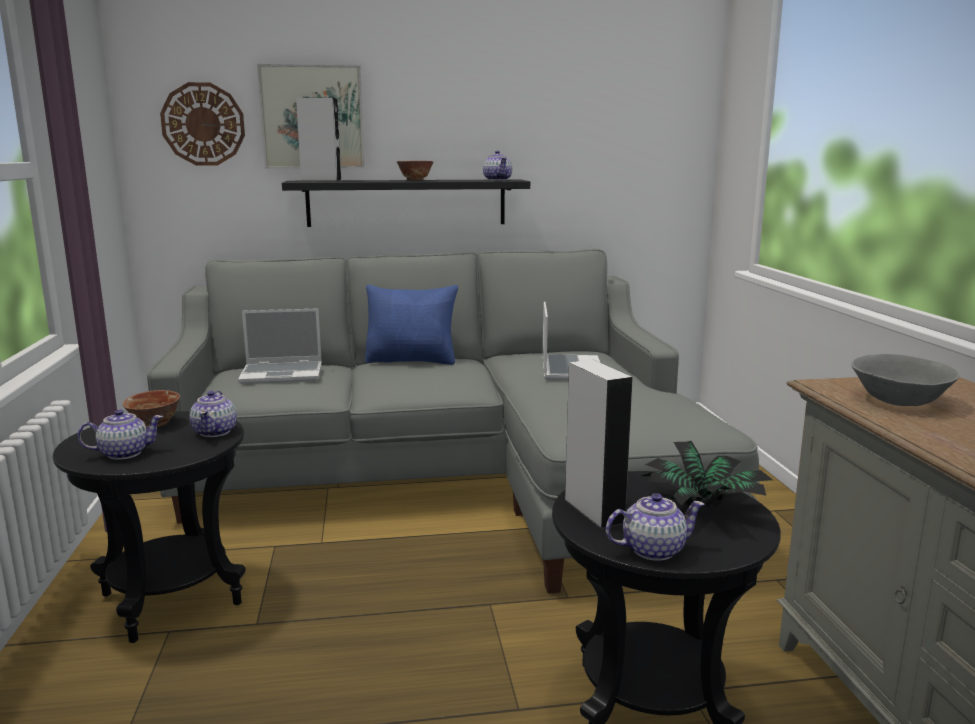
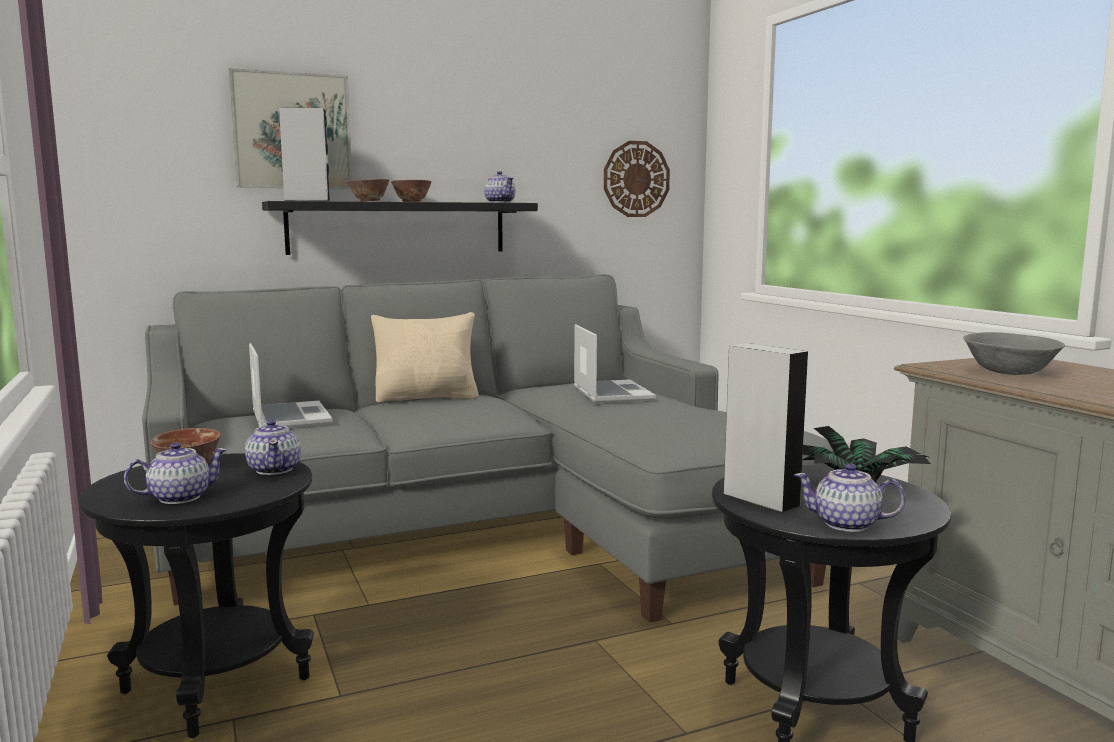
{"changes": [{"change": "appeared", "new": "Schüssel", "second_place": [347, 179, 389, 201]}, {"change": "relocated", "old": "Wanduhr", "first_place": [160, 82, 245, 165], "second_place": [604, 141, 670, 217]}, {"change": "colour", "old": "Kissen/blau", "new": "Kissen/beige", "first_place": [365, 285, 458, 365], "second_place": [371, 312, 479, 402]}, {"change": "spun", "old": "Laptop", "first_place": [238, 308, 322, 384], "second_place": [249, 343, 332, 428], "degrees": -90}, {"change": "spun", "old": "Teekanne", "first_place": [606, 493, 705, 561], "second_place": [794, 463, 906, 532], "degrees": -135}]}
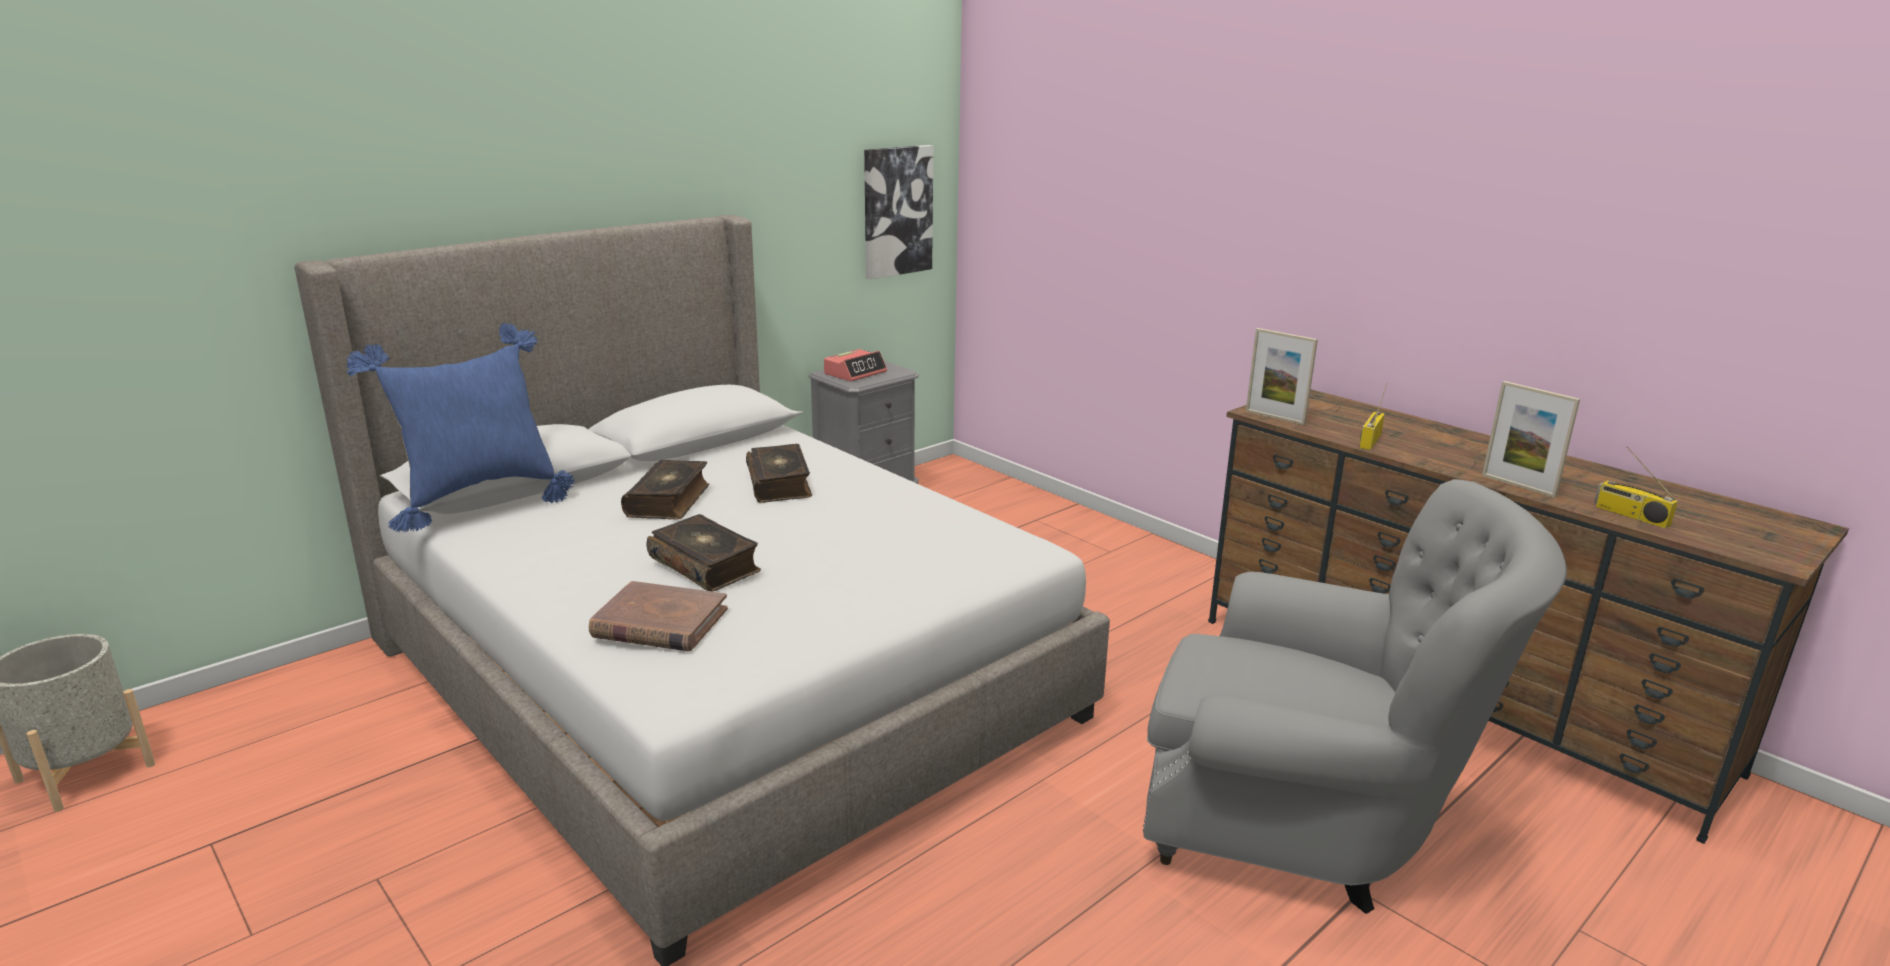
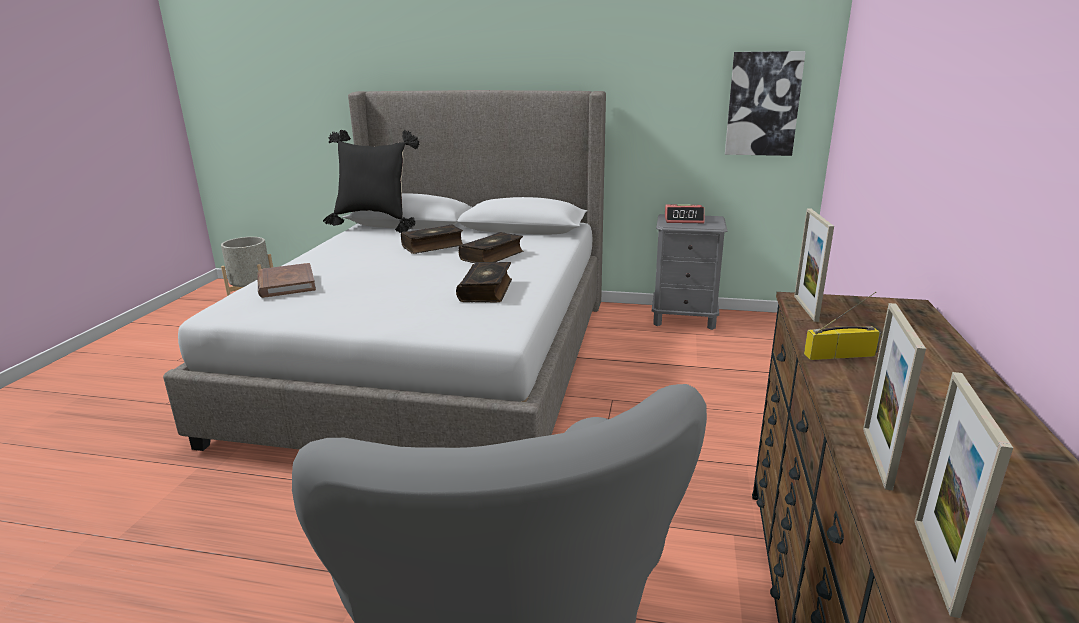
{"changes": [{"change": "relocated", "old": "Buch", "first_place": [646, 514, 761, 592], "second_place": [456, 262, 512, 302]}, {"change": "exchanged", "old": "Radio", "new": "Bilderrahmen", "first_place": [1594, 447, 1678, 528], "second_place": [914, 372, 1013, 618]}, {"change": "colour", "old": "Kissen/blau", "new": "Kissen/schwarz", "first_place": [346, 322, 575, 532], "second_place": [323, 130, 420, 233]}]}
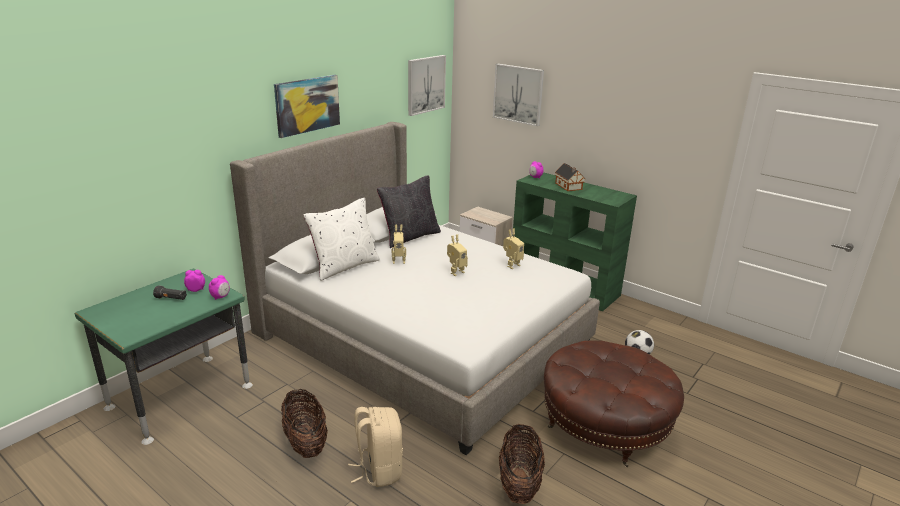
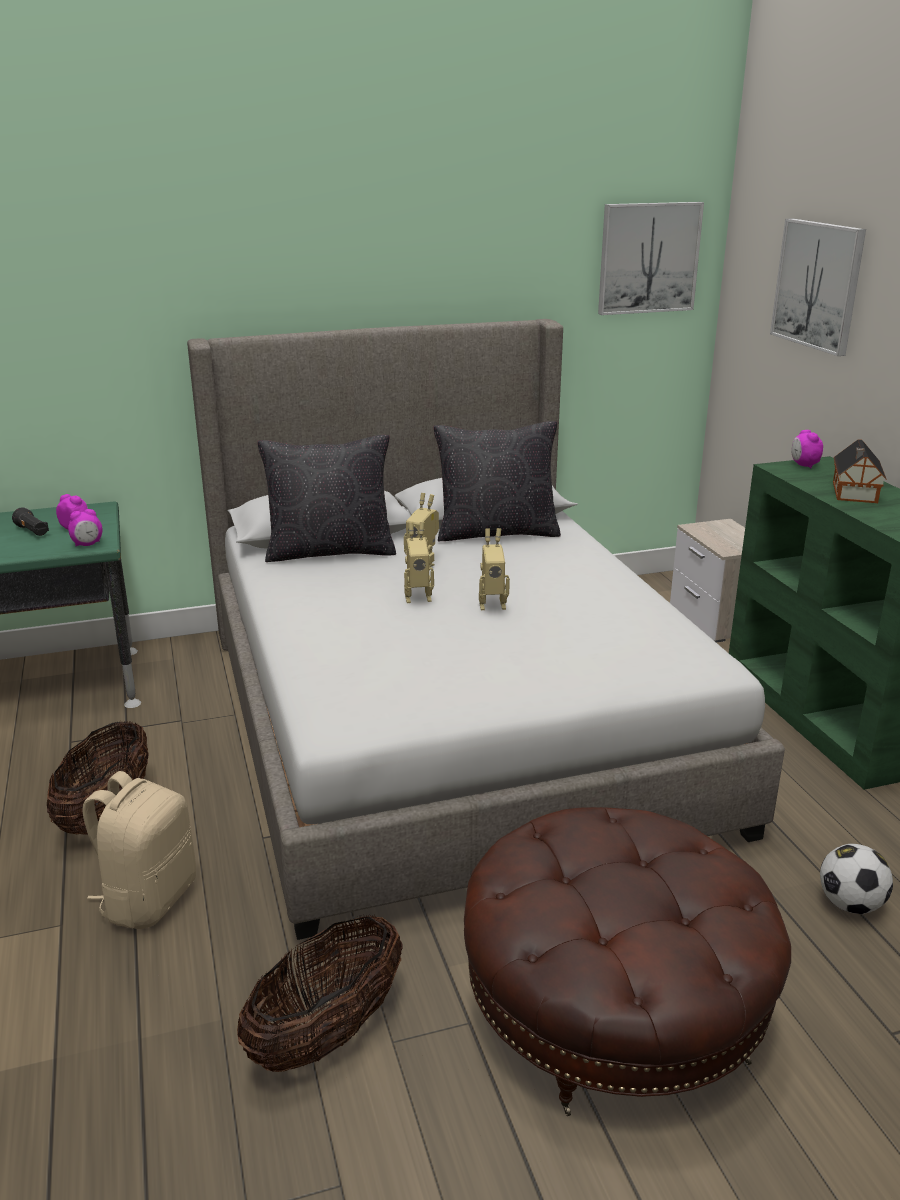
{"changes": [{"change": "missing", "old": "Bild", "first_place": [274, 75, 340, 138]}, {"change": "relocated", "old": "Spielzeugroboter", "first_place": [503, 229, 524, 269], "second_place": [404, 522, 434, 603]}, {"change": "colour", "old": "Kissen/weiß", "new": "Kissen/schwarz", "first_place": [304, 198, 380, 281], "second_place": [258, 435, 396, 562]}]}
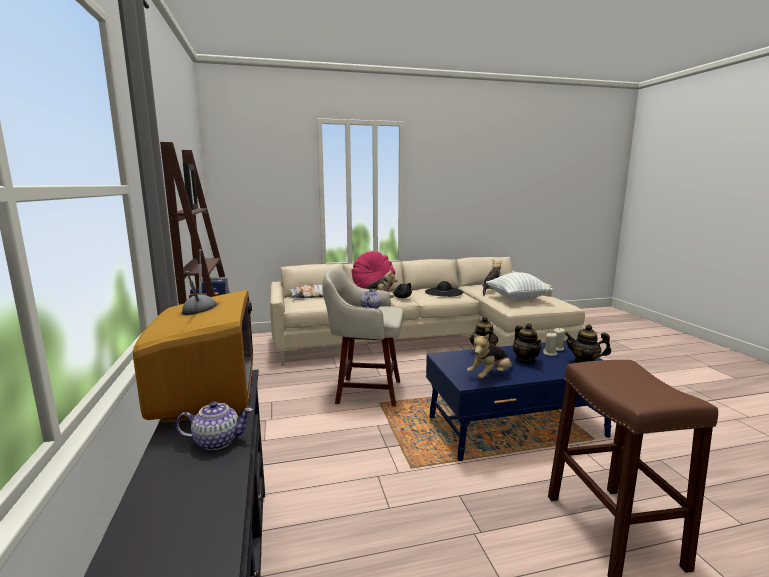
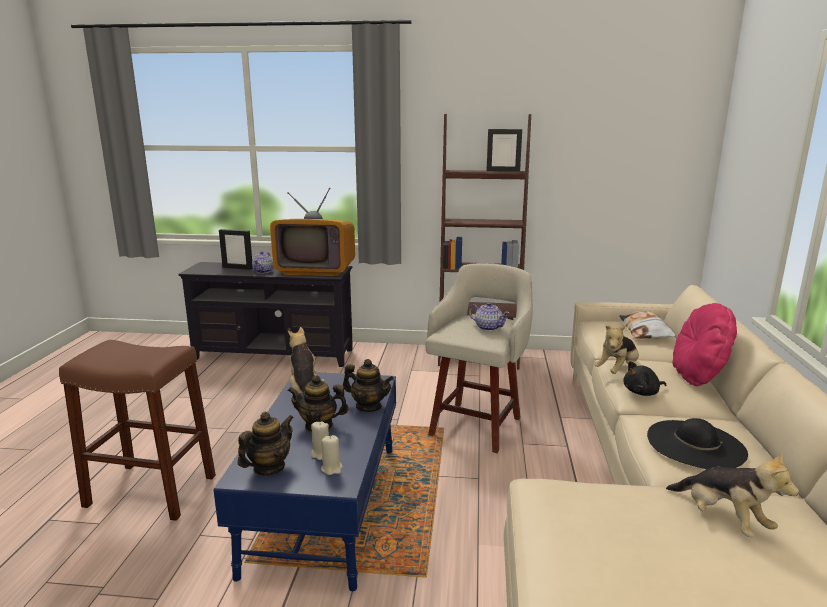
{"changes": [{"change": "missing", "old": "Kissen", "first_place": [486, 272, 553, 301]}, {"change": "appeared", "new": "Bilderrahmen", "second_place": [219, 229, 253, 270]}]}
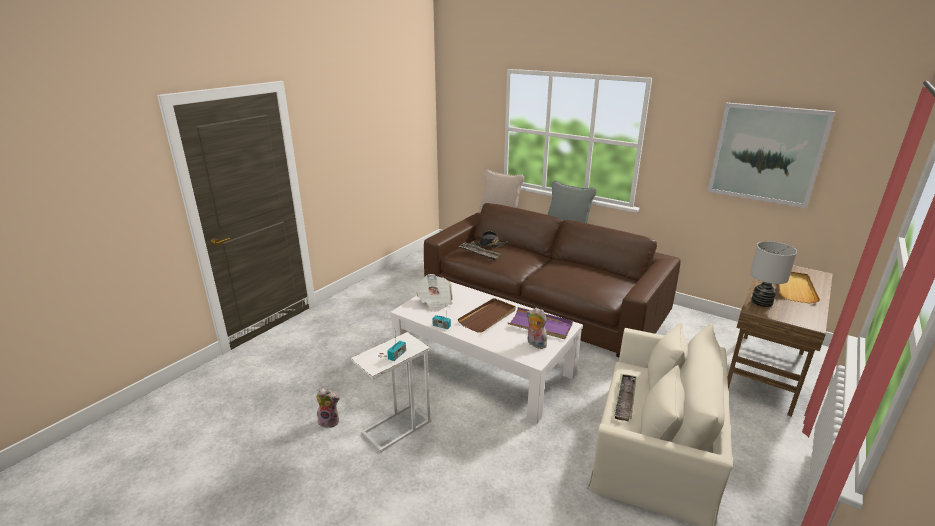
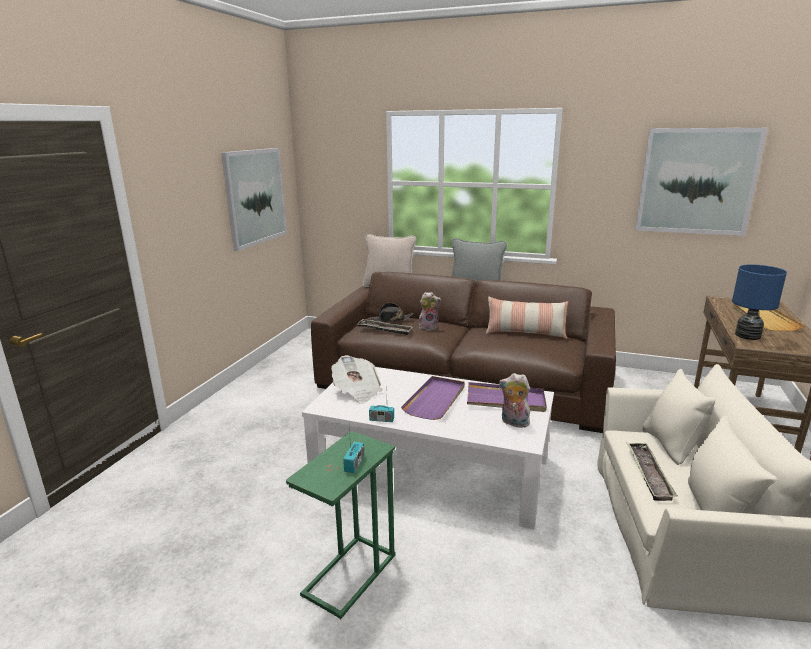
{"changes": [{"change": "appeared", "new": "Bild", "second_place": [221, 148, 287, 251]}, {"change": "appeared", "new": "Kissen", "second_place": [486, 297, 568, 339]}, {"change": "relocated", "old": "Plüschtier", "first_place": [316, 388, 339, 428], "second_place": [419, 292, 442, 331]}, {"change": "colour", "old": "Beistelltisch/weiß", "new": "Beistelltisch/grün", "first_place": [351, 332, 431, 453], "second_place": [286, 431, 395, 619]}, {"change": "colour", "old": "Tablett/braun", "new": "Tablett/lila", "first_place": [458, 298, 516, 332], "second_place": [401, 376, 465, 420]}, {"change": "colour", "old": "Tischlampe/grau", "new": "Tischlampe/blau", "first_place": [750, 241, 797, 307], "second_place": [732, 265, 787, 340]}]}
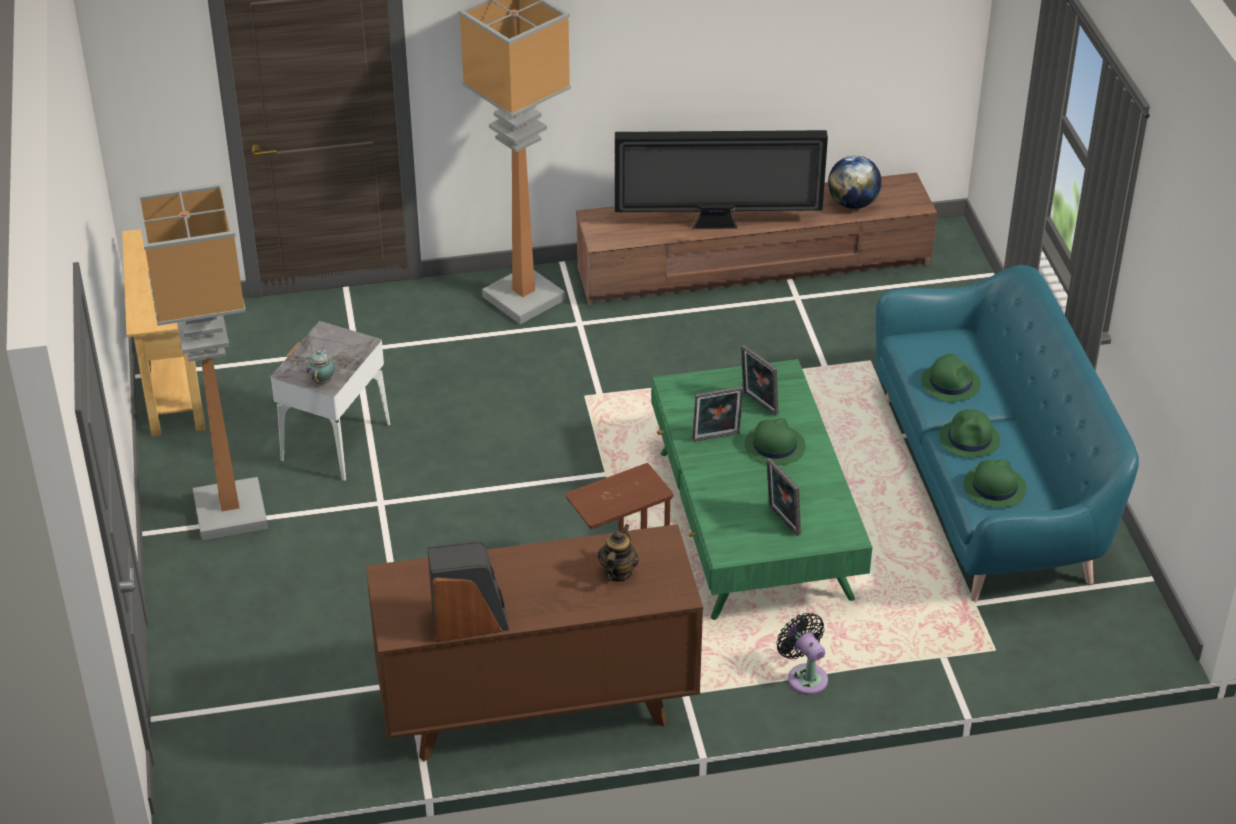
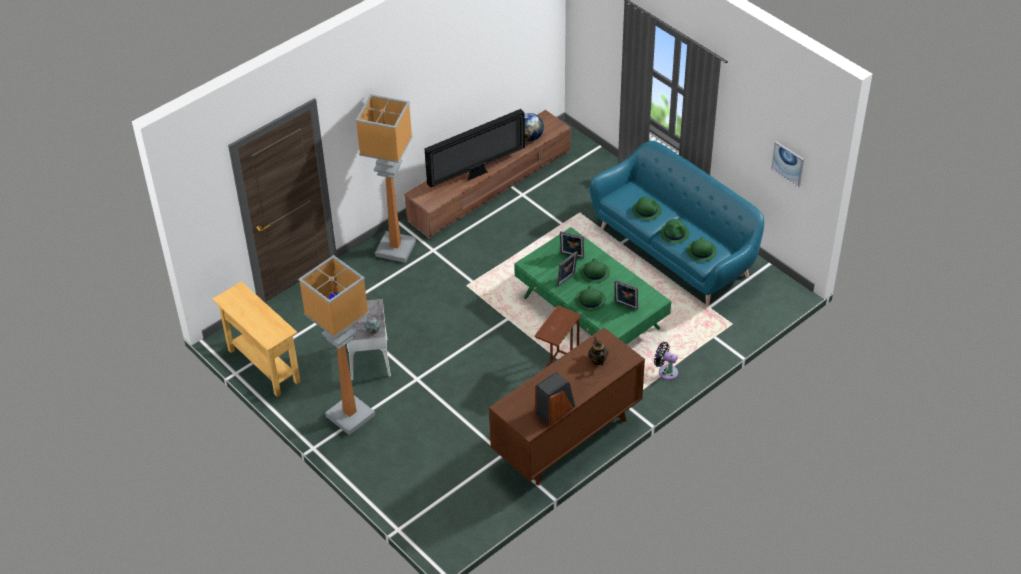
{"changes": [{"change": "appeared", "new": "Hut/grün", "second_place": [575, 286, 606, 311]}, {"change": "appeared", "new": "Bild", "second_place": [771, 141, 804, 187]}]}
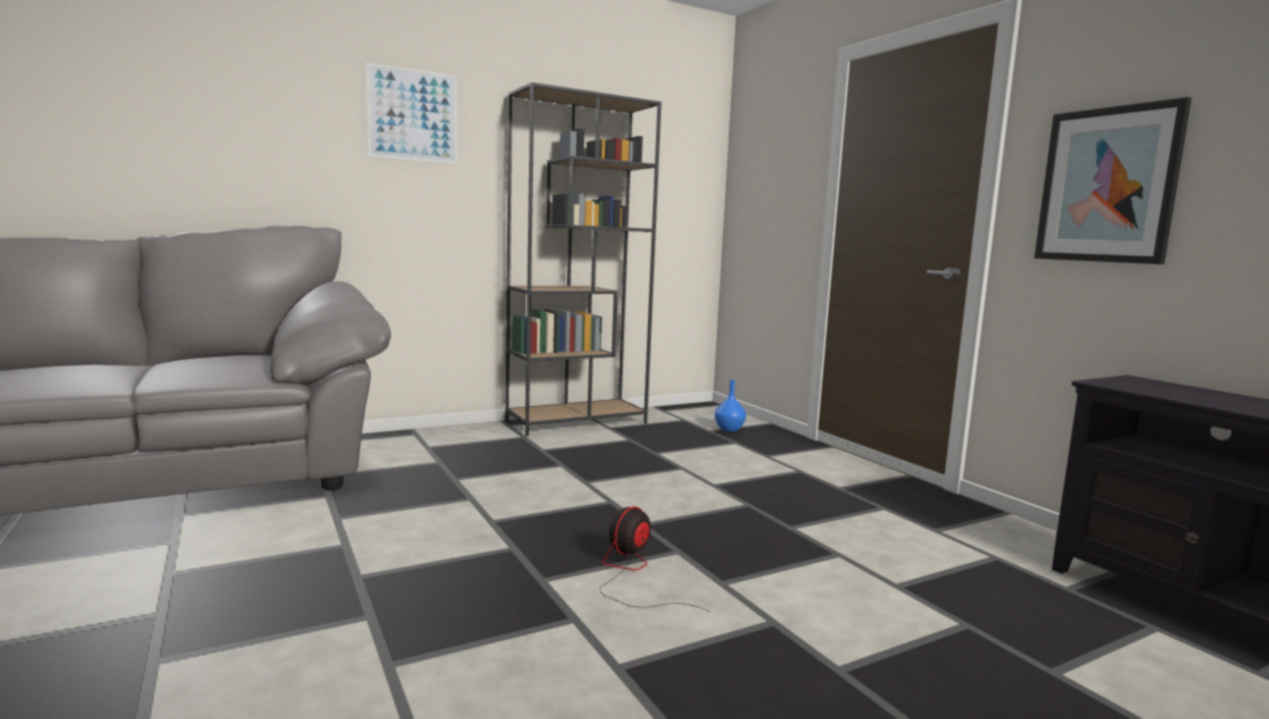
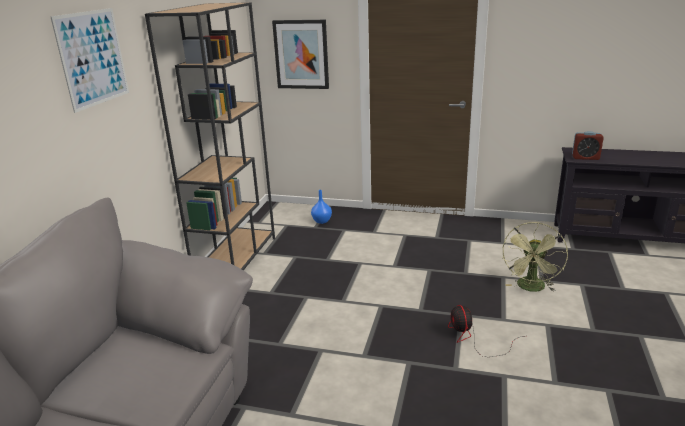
{"changes": [{"change": "appeared", "new": "Ventilator/grün", "second_place": [502, 222, 568, 292]}, {"change": "appeared", "new": "Wecker", "second_place": [572, 131, 604, 160]}, {"change": "relocated", "old": "Bild", "first_place": [1034, 97, 1192, 264], "second_place": [272, 20, 329, 89]}]}
